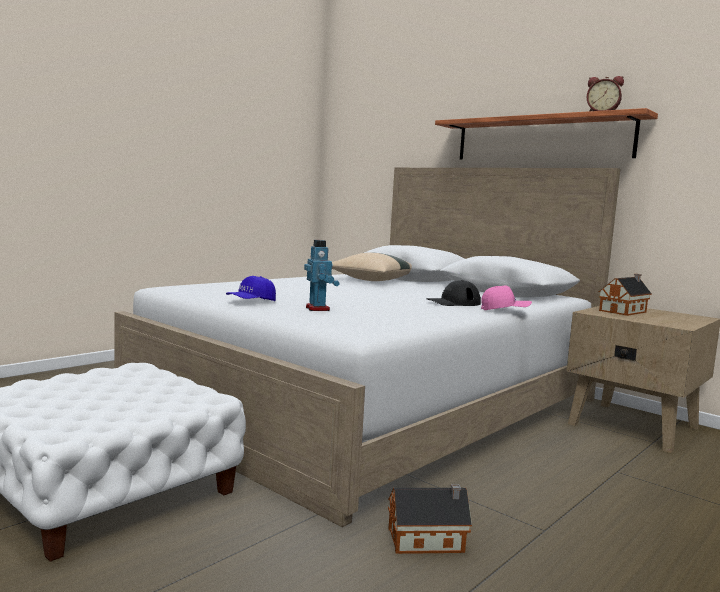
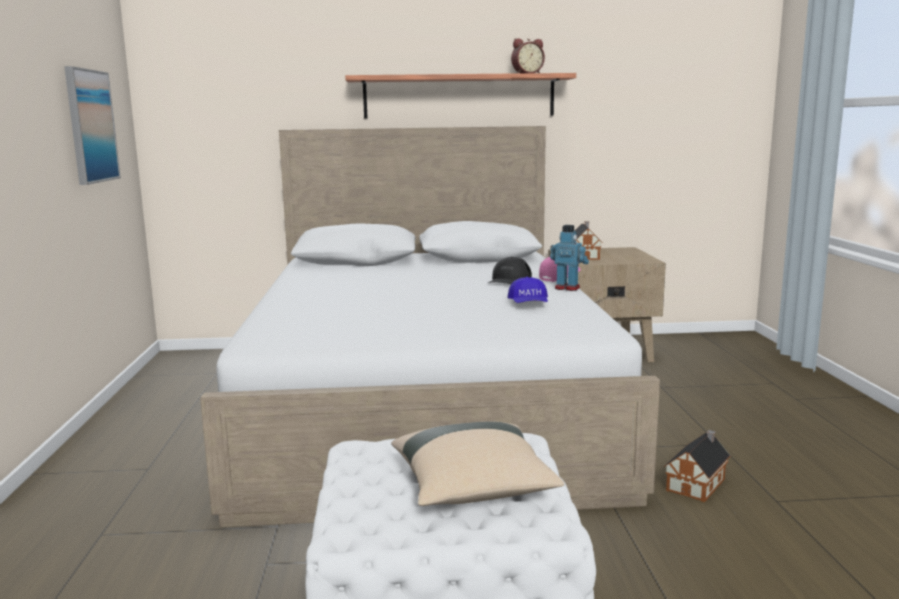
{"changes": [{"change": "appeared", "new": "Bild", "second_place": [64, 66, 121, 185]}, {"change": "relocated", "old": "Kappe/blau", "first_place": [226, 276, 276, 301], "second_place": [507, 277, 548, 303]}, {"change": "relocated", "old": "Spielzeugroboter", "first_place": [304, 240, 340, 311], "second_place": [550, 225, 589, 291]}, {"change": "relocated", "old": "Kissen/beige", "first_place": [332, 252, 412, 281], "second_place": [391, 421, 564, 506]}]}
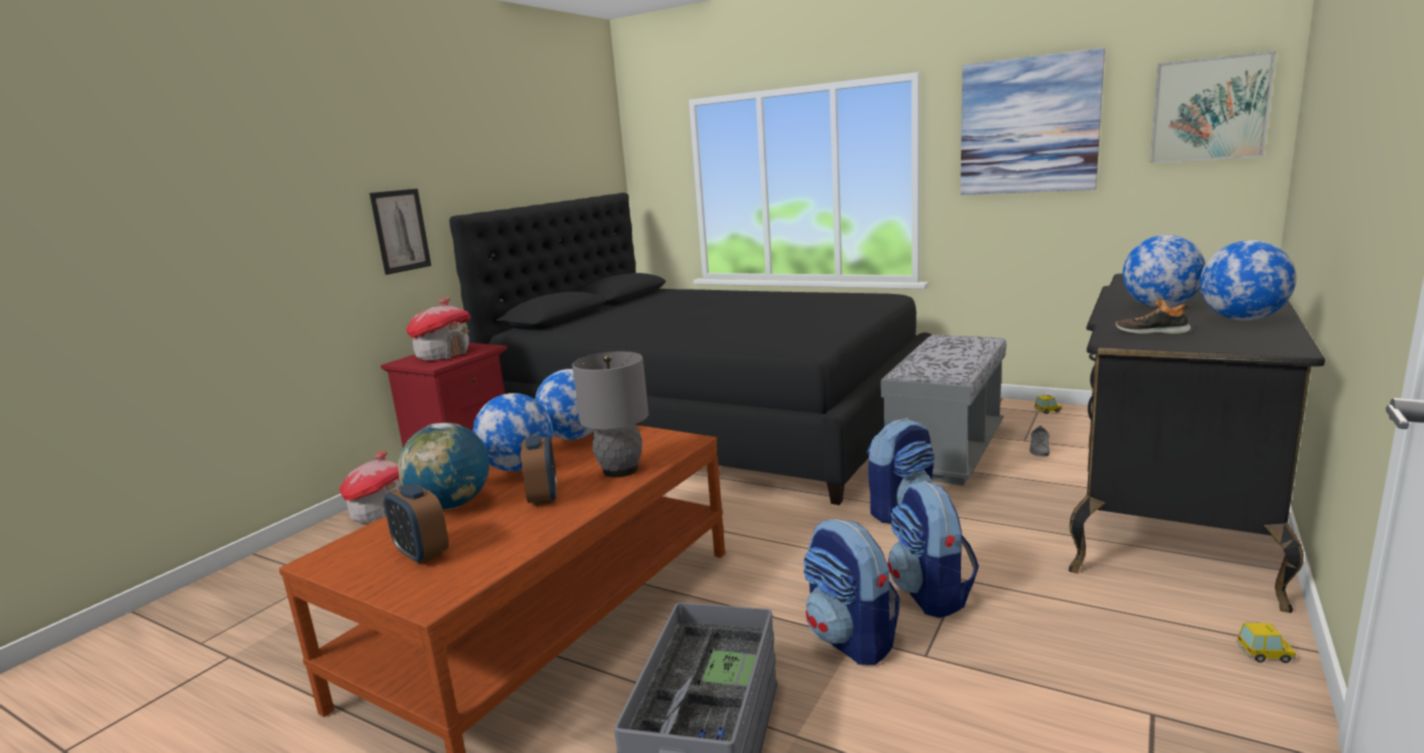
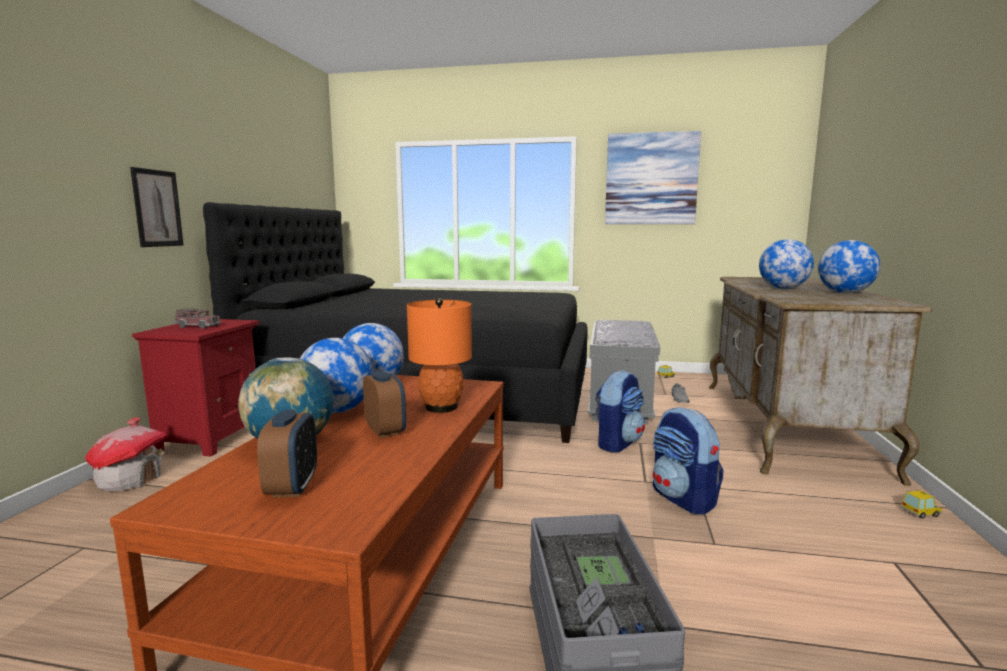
{"changes": [{"change": "missing", "old": "Rucksack", "first_place": [803, 519, 900, 665]}, {"change": "missing", "old": "Schuh", "first_place": [1115, 297, 1191, 334]}, {"change": "missing", "old": "Bild", "first_place": [1150, 51, 1276, 163]}, {"change": "exchanged", "old": "Spielzeughaus", "new": "Spielzeuglaster", "first_place": [406, 298, 471, 360], "second_place": [173, 308, 221, 329]}, {"change": "colour", "old": "Tischlampe/grau", "new": "Tischlampe/orange", "first_place": [572, 351, 649, 477], "second_place": [407, 298, 472, 413]}, {"change": "colour", "old": "Kommode/schwarz", "new": "Kommode/beige", "first_place": [1069, 274, 1325, 613], "second_place": [709, 277, 932, 486]}, {"change": "spun", "old": "Wecker", "first_place": [384, 484, 449, 565], "second_place": [257, 410, 317, 498], "degrees": -120}]}
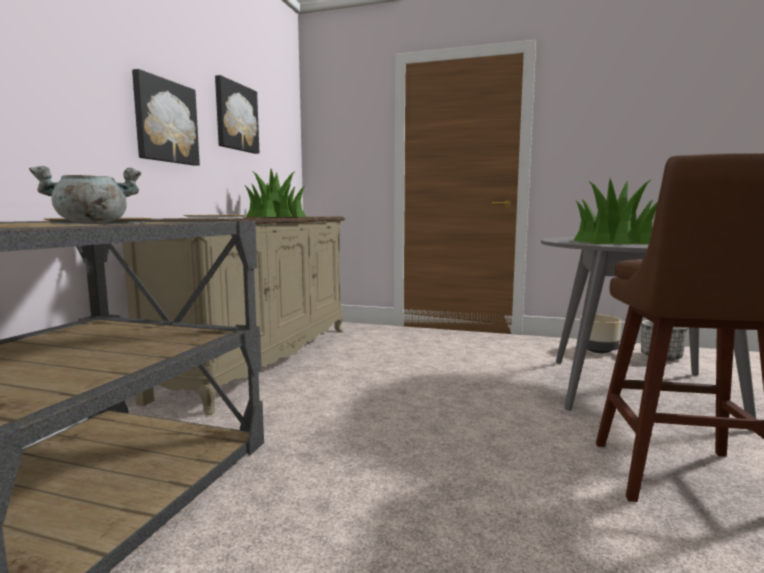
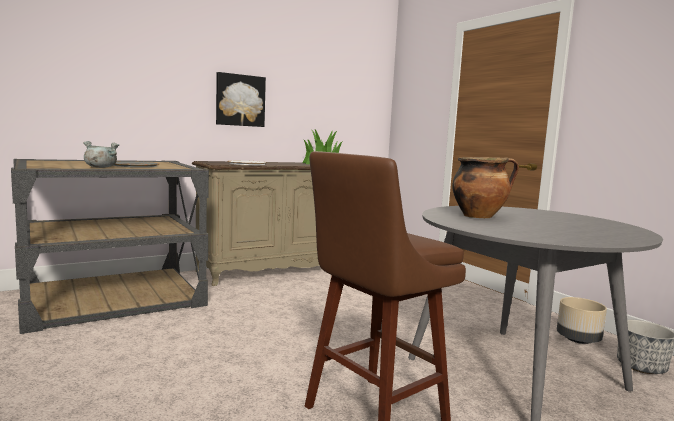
{"changes": [{"change": "missing", "old": "Bild", "first_place": [215, 75, 259, 154]}, {"change": "exchanged", "old": "Topfpflanze", "new": "Kochtopf", "first_place": [573, 179, 658, 245], "second_place": [452, 157, 519, 218]}]}
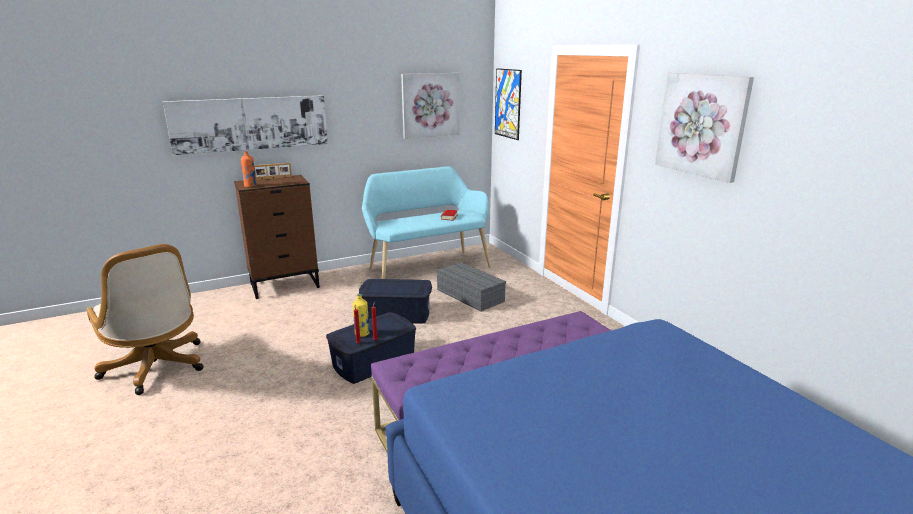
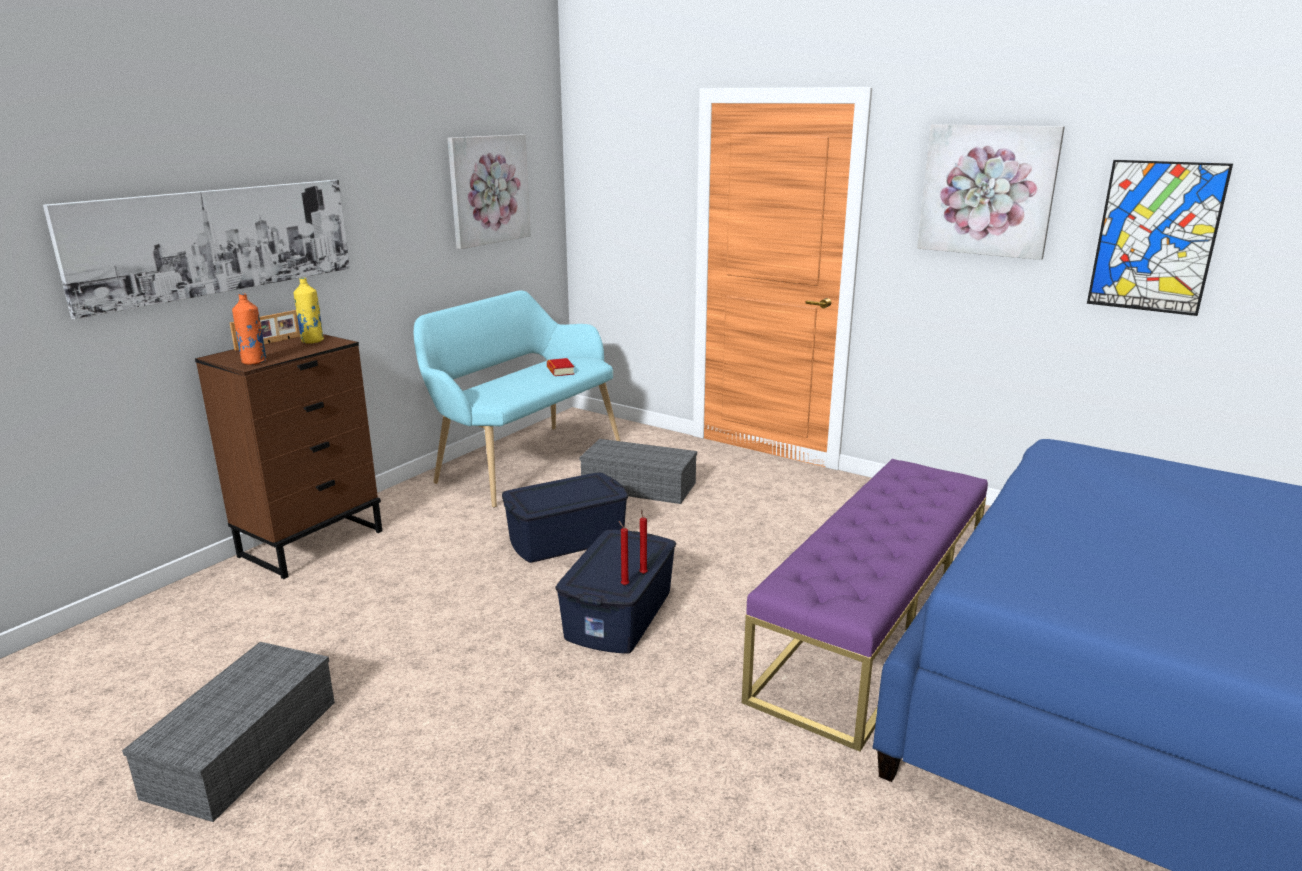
{"changes": [{"change": "relocated", "old": "Flasche/gelb", "first_place": [352, 294, 370, 337], "second_place": [294, 278, 324, 344]}, {"change": "relocated", "old": "Bild", "first_place": [495, 68, 522, 140], "second_place": [1087, 160, 1233, 316]}, {"change": "exchanged", "old": "Bürostuhl", "new": "Aufbewahrungsbox/grau", "first_place": [87, 244, 204, 395], "second_place": [122, 642, 335, 822]}]}
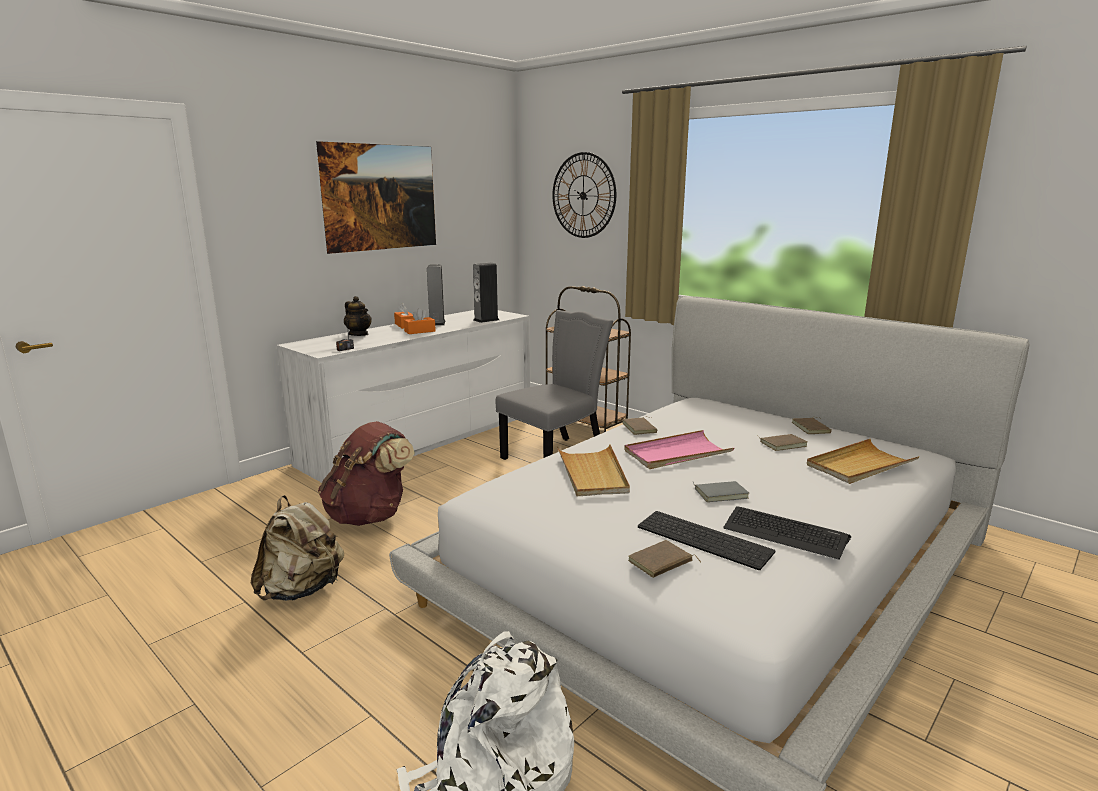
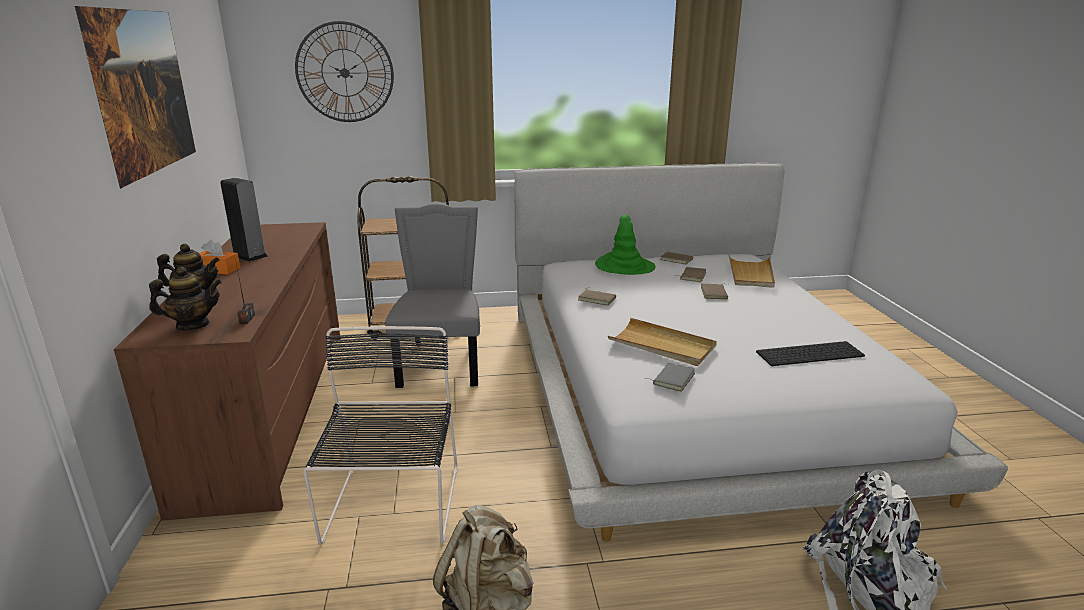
{"changes": [{"change": "missing", "old": "Taschentuchbox/orange", "first_place": [404, 308, 436, 334]}, {"change": "missing", "old": "Lautsprecher", "first_place": [473, 263, 499, 323]}, {"change": "missing", "old": "Tablett/rosa", "first_place": [624, 430, 734, 469]}, {"change": "missing", "old": "Tastatur", "first_place": [723, 506, 851, 560]}, {"change": "appeared", "new": "Teekanne", "second_place": [149, 267, 222, 331]}, {"change": "appeared", "new": "Hut/grün", "second_place": [595, 214, 655, 275]}, {"change": "relocated", "old": "Buch/braun", "first_place": [628, 540, 701, 578], "second_place": [701, 283, 728, 299]}, {"change": "relocated", "old": "Buch/grau", "first_place": [693, 481, 749, 502], "second_place": [644, 363, 695, 392]}, {"change": "exchanged", "old": "Rucksack/braun", "new": "Stuhl/schwarz", "first_place": [318, 421, 415, 526], "second_place": [303, 326, 458, 545]}, {"change": "colour", "old": "Kommode/weiß", "new": "Kommode/braun", "first_place": [277, 310, 530, 483], "second_place": [114, 222, 341, 521]}]}
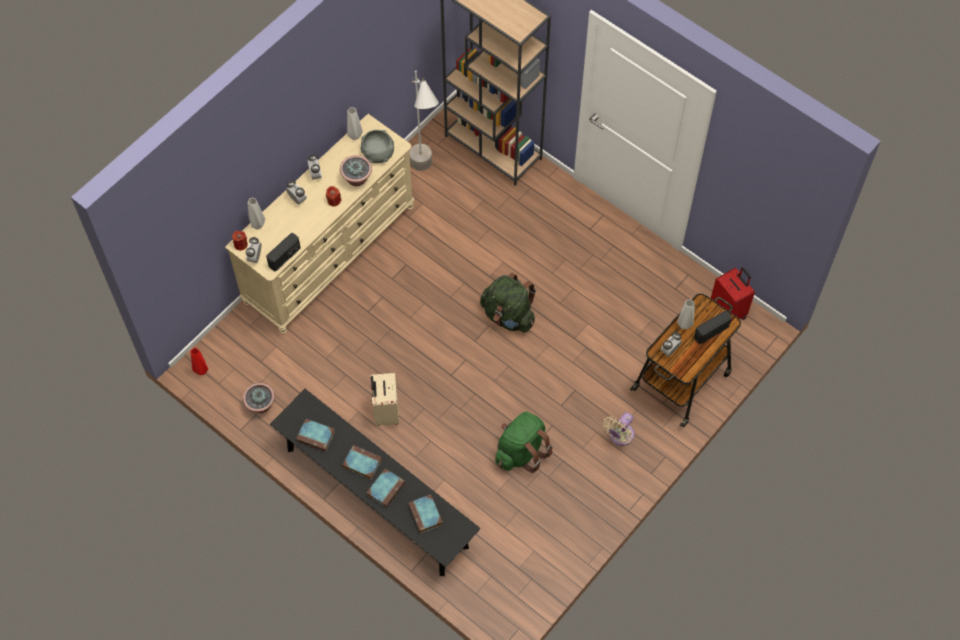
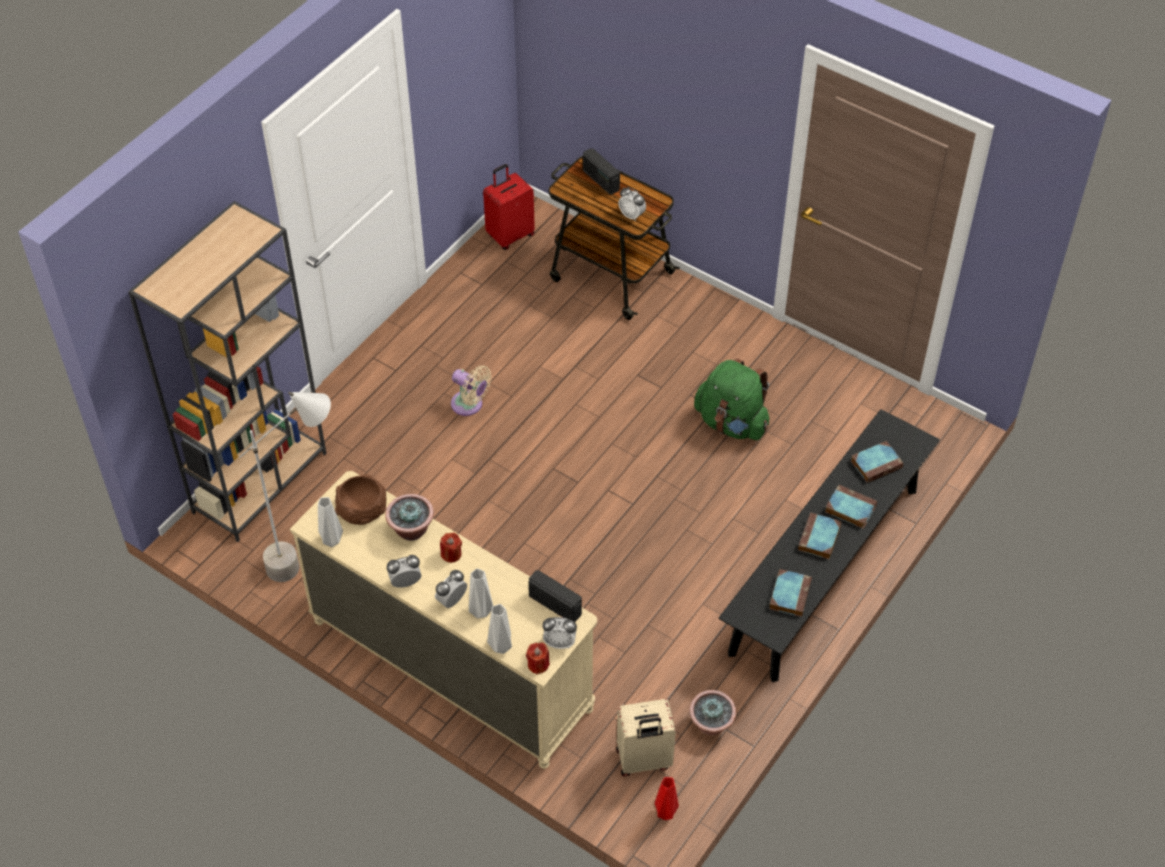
{"changes": [{"change": "missing", "old": "Rucksack/grün", "first_place": [480, 272, 536, 333]}, {"change": "relocated", "old": "Koffer/beige", "first_place": [371, 373, 399, 426], "second_place": [616, 699, 676, 777]}, {"change": "relocated", "old": "Ventilator/beige", "first_place": [603, 412, 634, 446], "second_place": [451, 365, 492, 416]}, {"change": "relocated", "old": "Vase/grau", "first_place": [677, 299, 695, 329], "second_place": [469, 568, 493, 618]}, {"change": "colour", "old": "Schüssel/grau", "new": "Schüssel/braun", "first_place": [360, 130, 394, 163], "second_place": [335, 474, 386, 525]}]}
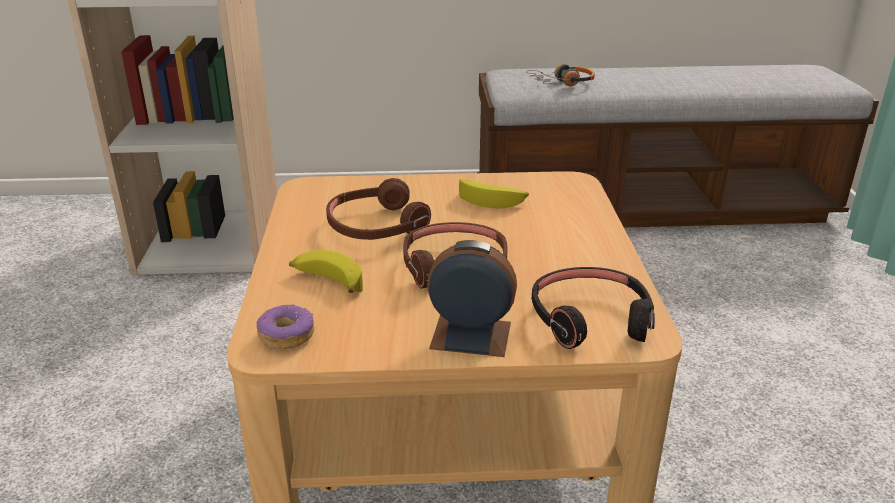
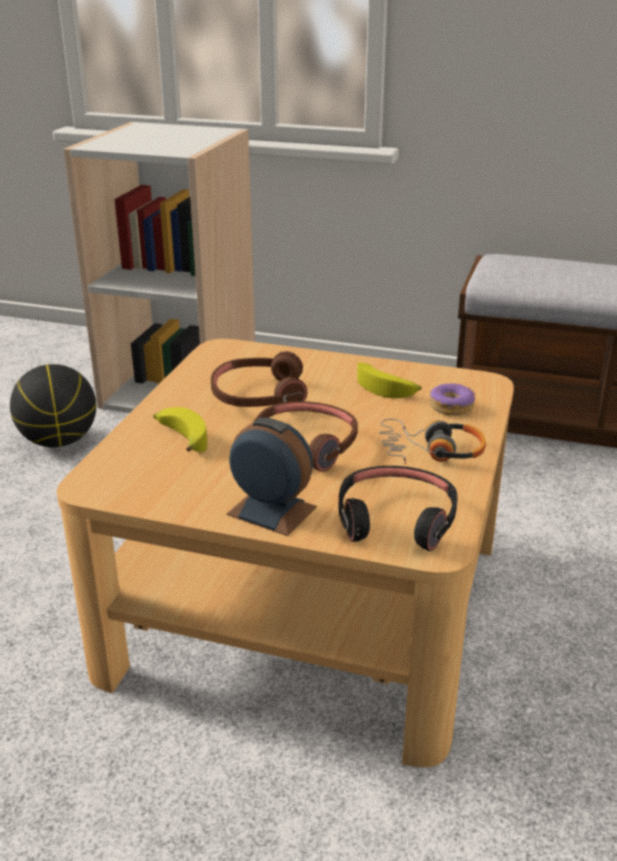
{"changes": [{"change": "appeared", "new": "Basketball", "second_place": [10, 364, 96, 447]}, {"change": "relocated", "old": "Donut", "first_place": [257, 304, 314, 349], "second_place": [430, 383, 475, 415]}, {"change": "relocated", "old": "Kopfhörer", "first_place": [526, 64, 595, 86], "second_place": [379, 419, 486, 464]}]}
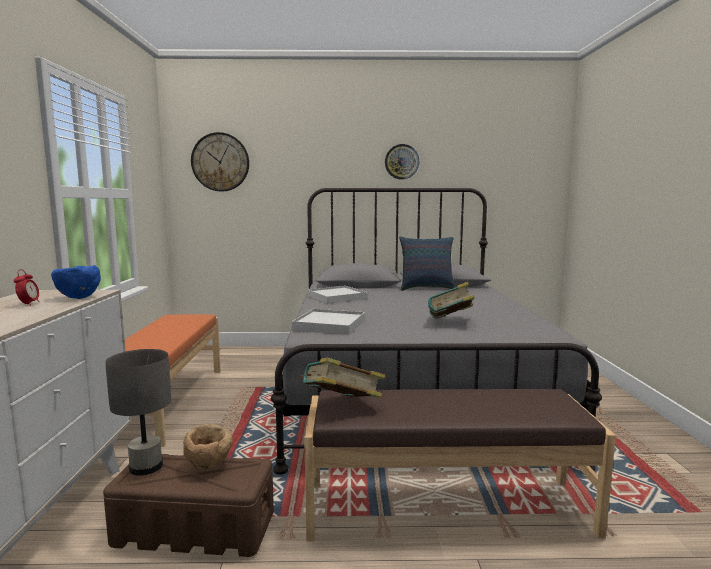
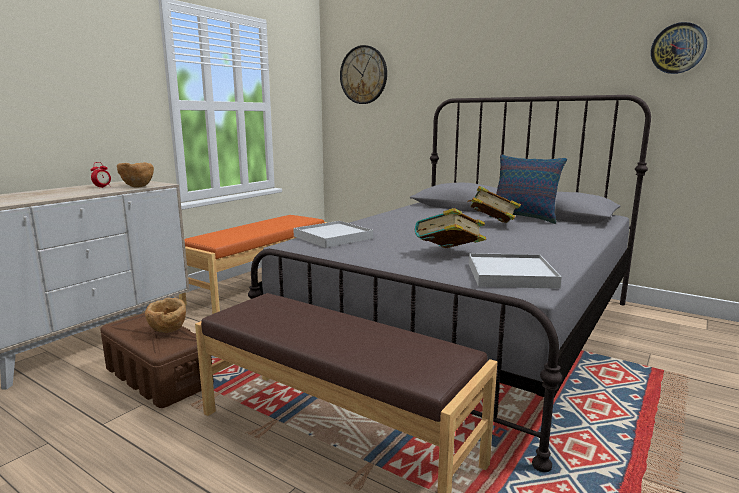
{"changes": [{"change": "missing", "old": "Tischlampe/grau", "first_place": [106, 349, 171, 476]}, {"change": "relocated", "old": "Buch", "first_place": [300, 357, 385, 398], "second_place": [467, 186, 521, 223]}, {"change": "relocated", "old": "Tablett/weiß", "first_place": [307, 286, 367, 304], "second_place": [469, 253, 562, 289]}, {"change": "relocated", "old": "Wanduhr", "first_place": [385, 144, 419, 179], "second_place": [651, 22, 707, 74]}, {"change": "colour", "old": "Schüssel/blau", "new": "Schüssel/braun", "first_place": [51, 265, 101, 299], "second_place": [117, 162, 154, 188]}]}
